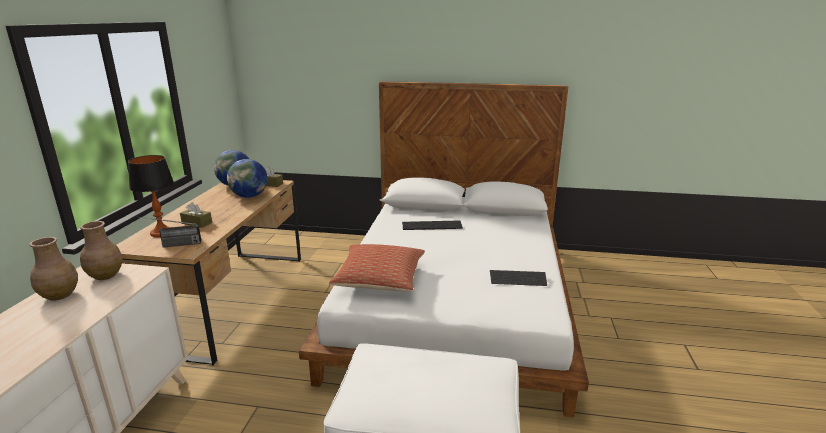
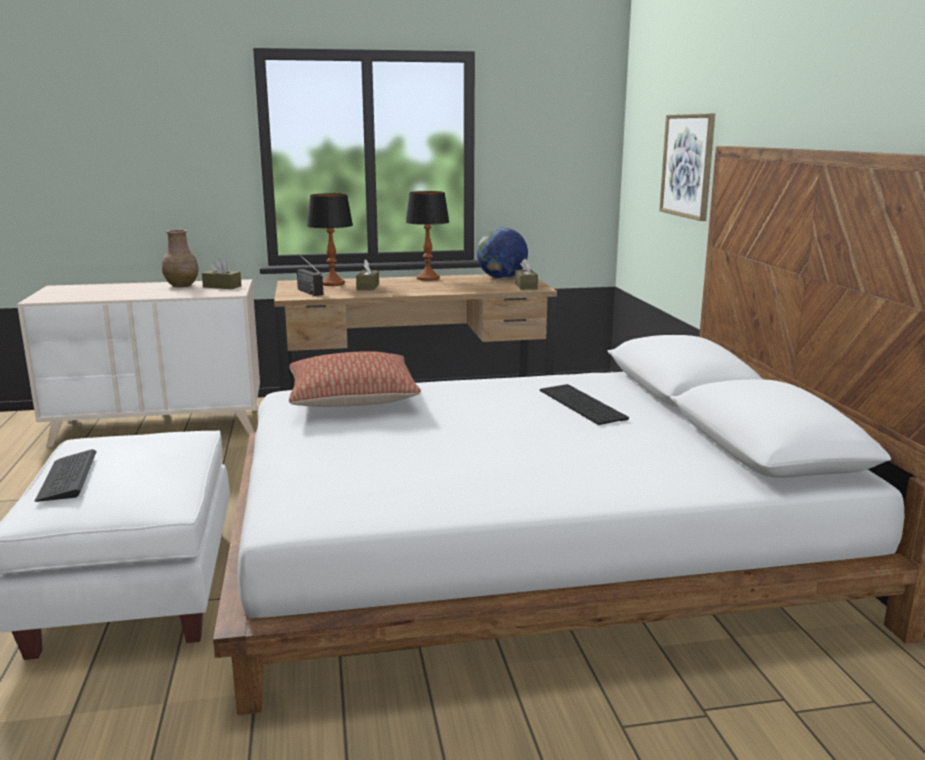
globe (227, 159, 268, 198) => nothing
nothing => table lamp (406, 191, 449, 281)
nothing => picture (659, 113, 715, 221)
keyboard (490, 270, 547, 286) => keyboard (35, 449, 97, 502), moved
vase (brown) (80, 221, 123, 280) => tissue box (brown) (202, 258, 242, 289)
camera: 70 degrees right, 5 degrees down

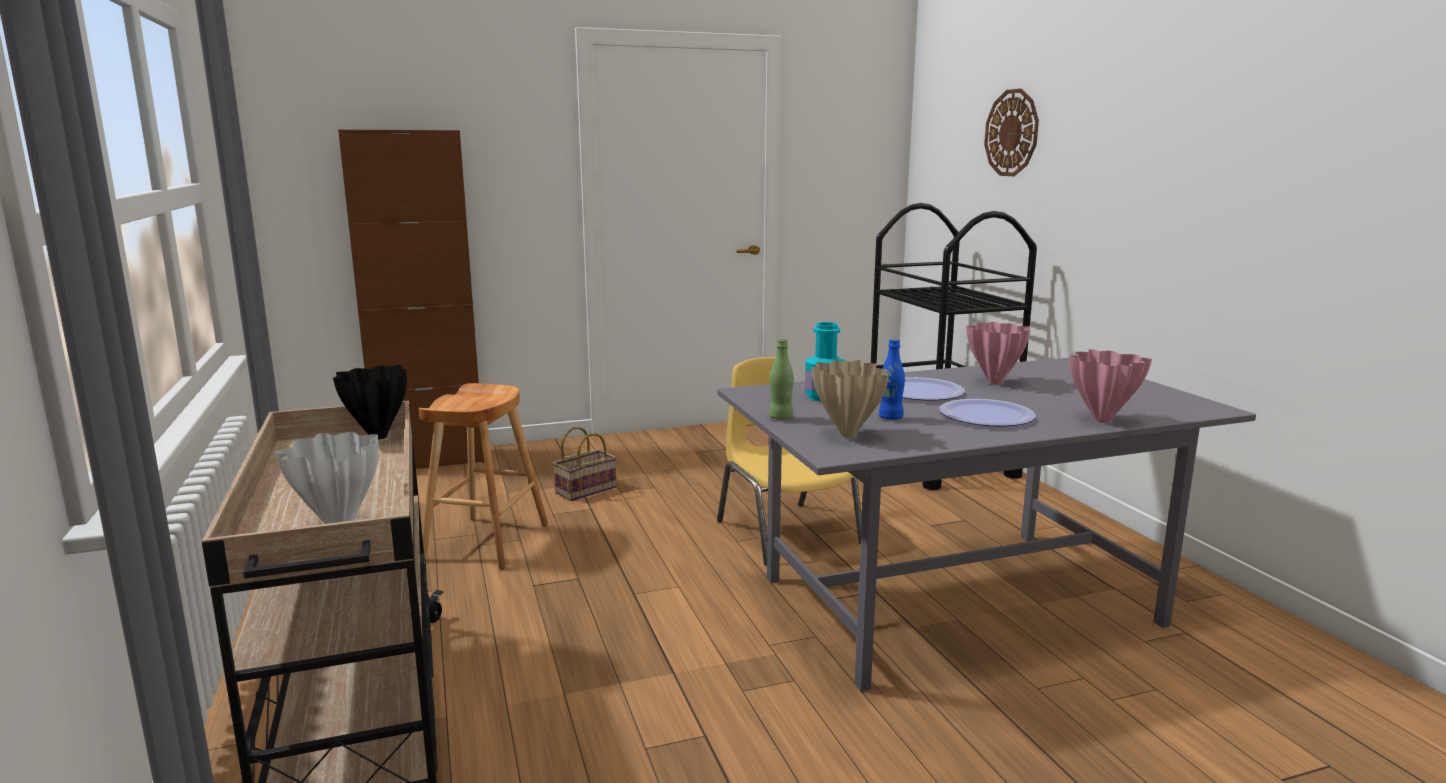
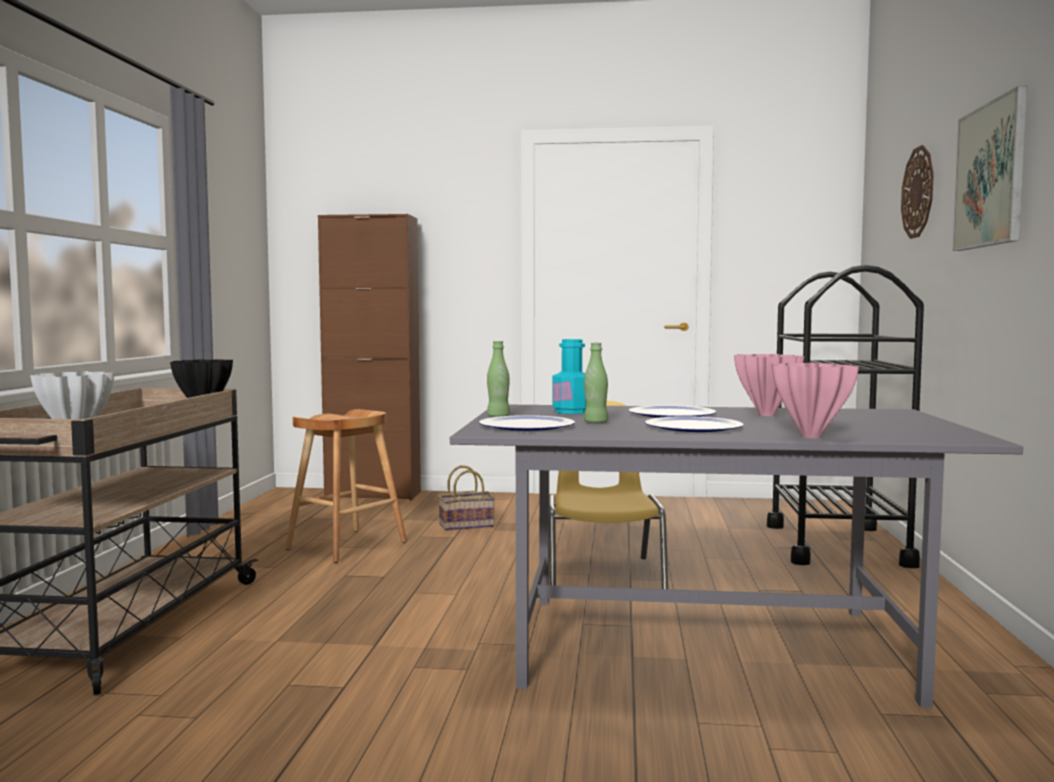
nothing => picture (952, 86, 1027, 251)
vase (beige) (812, 360, 889, 438) => plate (479, 415, 575, 431)
bottle (blue) (879, 338, 905, 420) => bottle (green) (584, 343, 608, 423)
camera: 25 degrees right, 10 degrees down

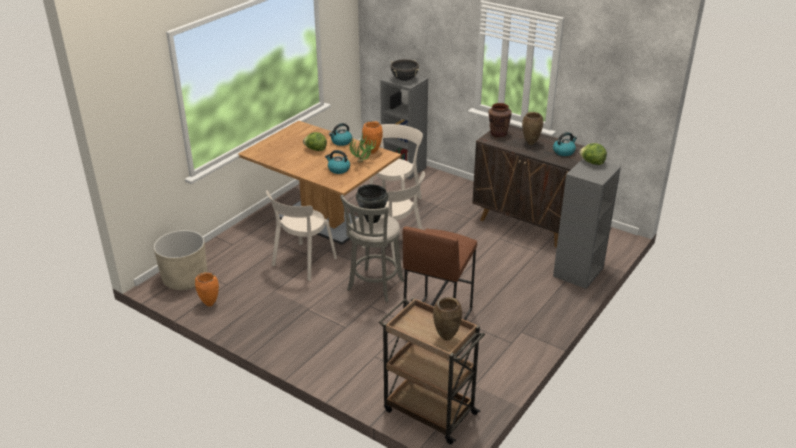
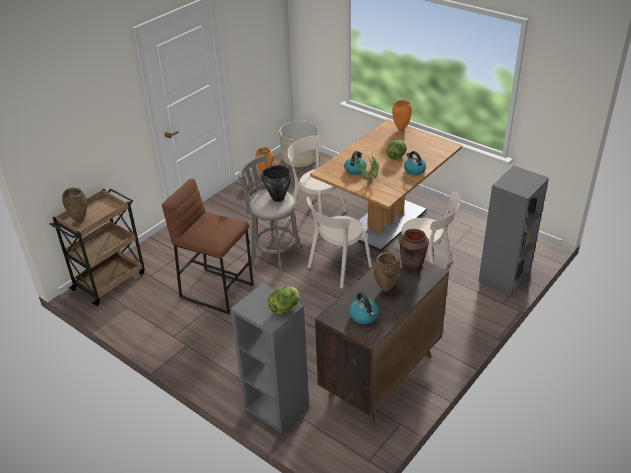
cooking pot (black) (391, 59, 419, 81) => nothing
vase (orange) (362, 121, 383, 154) => vase (orange) (392, 100, 412, 131), moved
camera: 95 degrees right, 5 degrees up

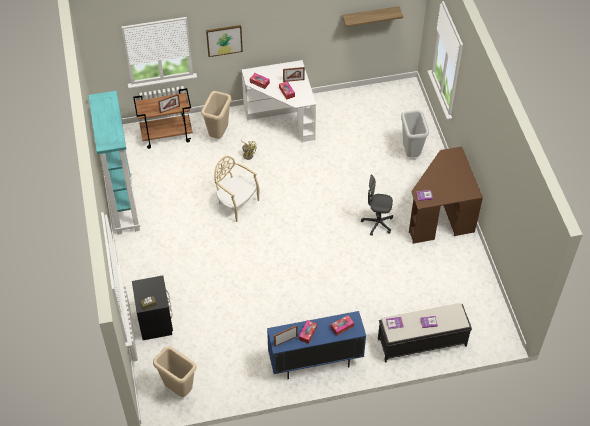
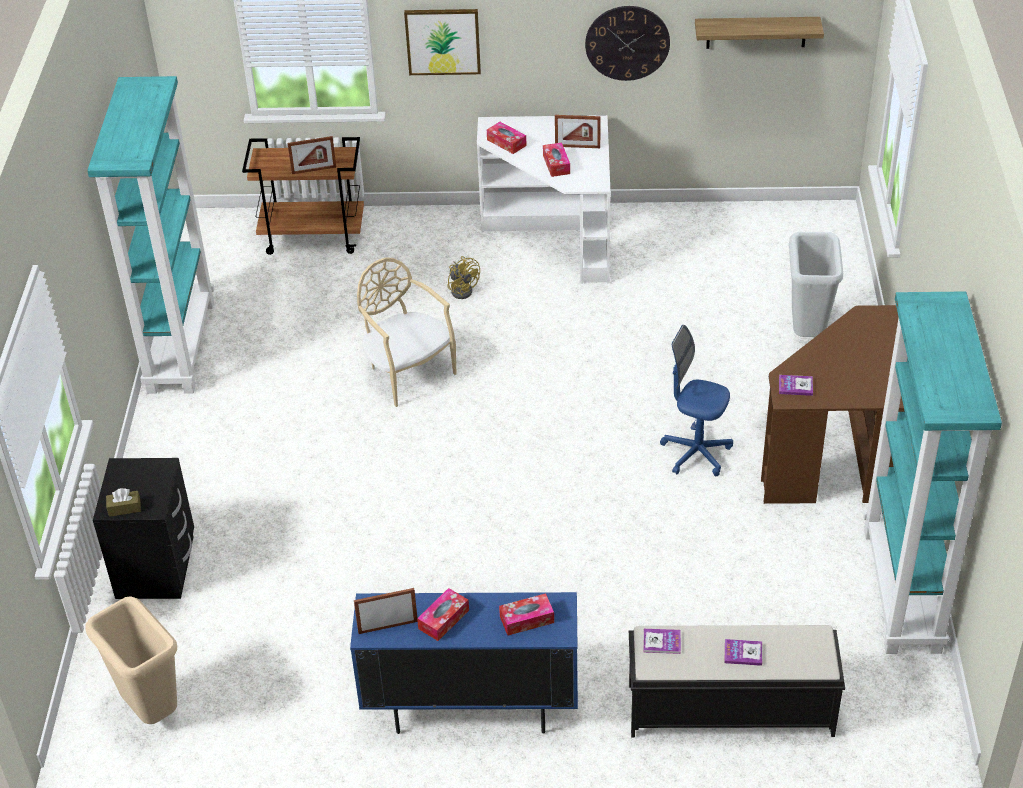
trash can (beige) (201, 91, 232, 139) => nothing
nothing => wall clock (585, 6, 670, 81)
nothing => bookcase (turquoise) (863, 291, 1002, 654)
office chair (grey) (361, 175, 393, 236) => office chair (blue) (660, 325, 733, 476)
camera: 15 degrees right, 10 degrees down

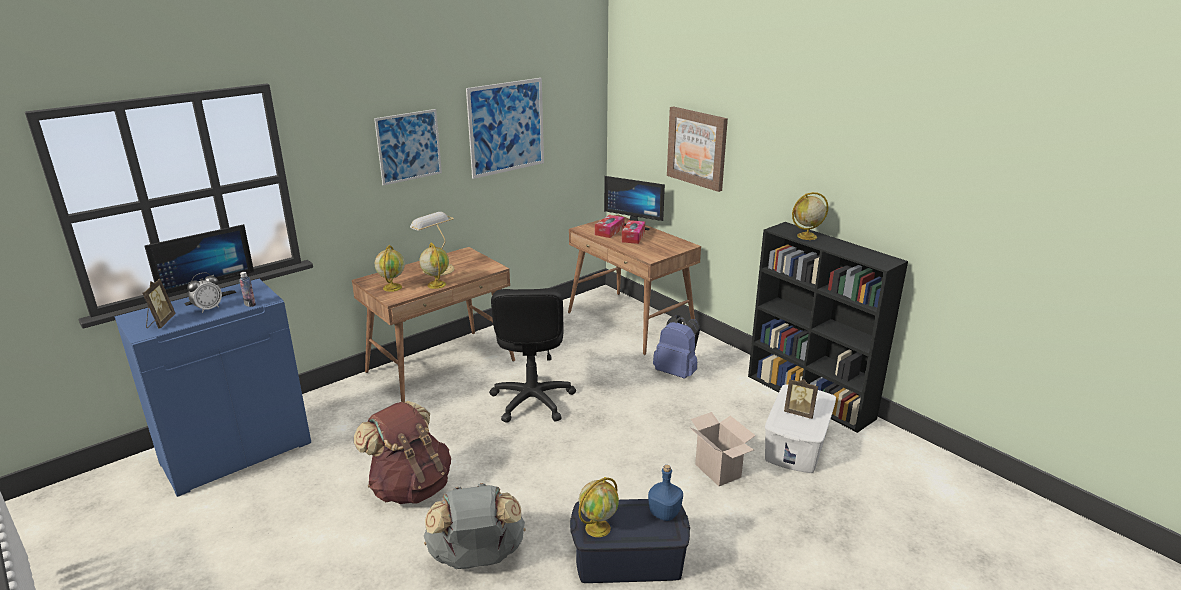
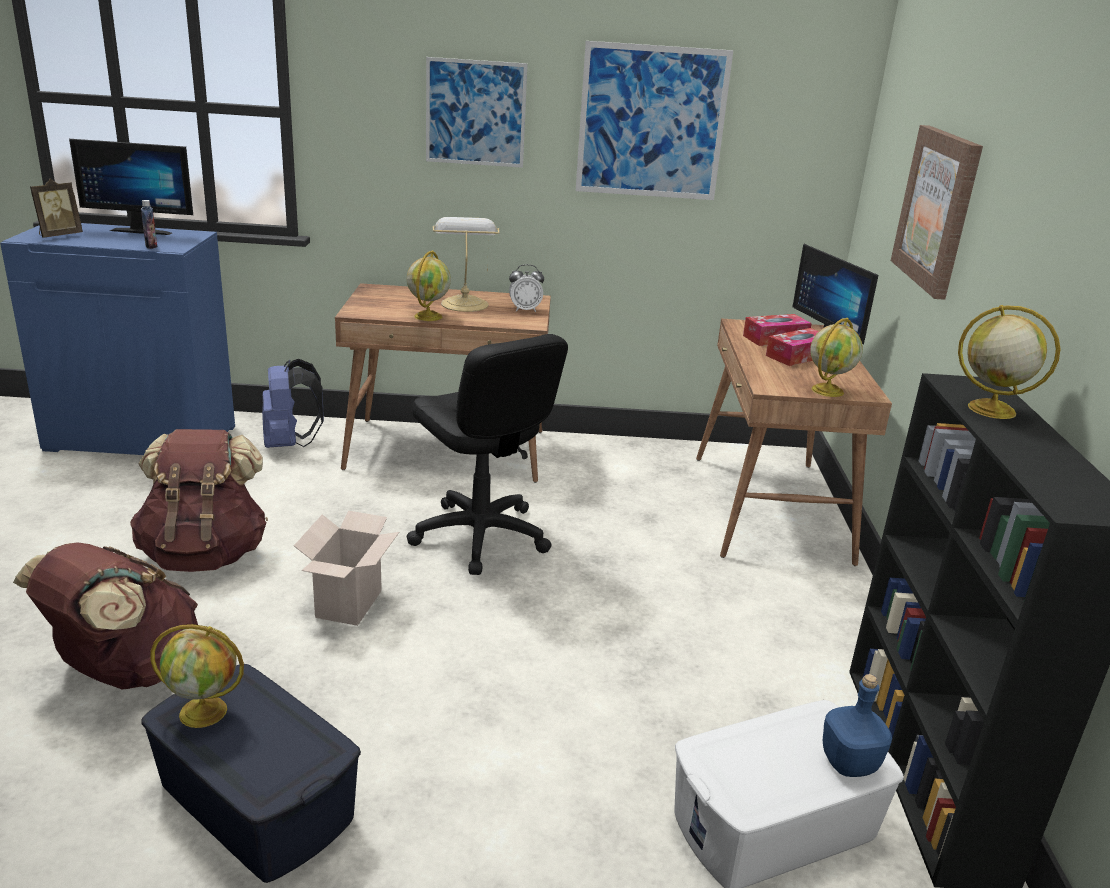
picture frame (784, 379, 818, 419) => nothing
alarm clock (187, 272, 222, 313) => alarm clock (509, 264, 544, 312), moved
globe (375, 245, 405, 292) => globe (810, 318, 863, 397), moved
bottle (blue) (648, 465, 683, 521) => bottle (blue) (823, 674, 892, 777), moved
backpack (blue) (653, 315, 700, 379) => backpack (blue) (262, 359, 324, 448), moved
cardboard box (689, 412, 756, 486) => cardboard box (294, 511, 399, 626), moved
backpack (grey) (424, 483, 526, 569) => backpack (brown) (13, 542, 198, 689)
office chair (black) (489, 288, 576, 423) => office chair (black) (407, 334, 568, 575), 75 degrees counterclockwise
camera: 40 degrees right, 0 degrees up

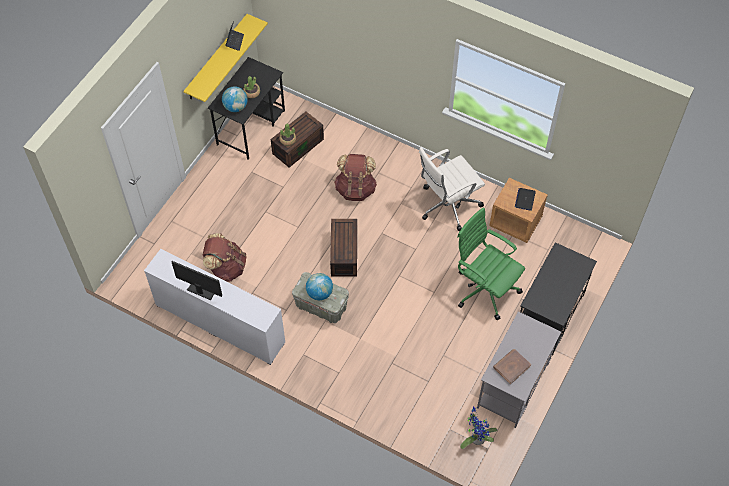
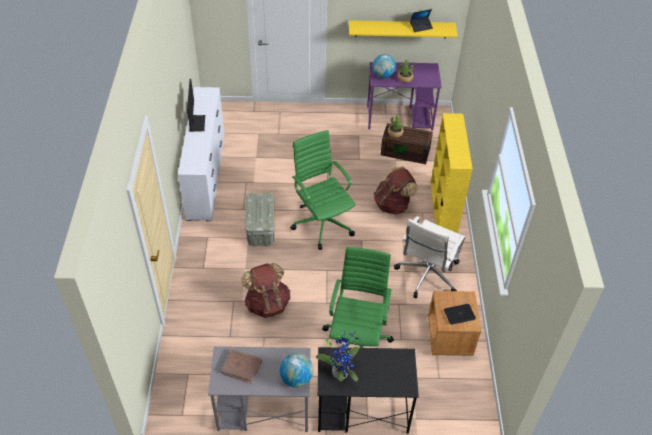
nothing => bookcase (yellow) (431, 113, 473, 233)
backpack (brown) (203, 233, 246, 282) => backpack (brown) (241, 263, 290, 318), moved
globe (306, 273, 333, 300) => globe (280, 353, 313, 387), moved
potted plant (460, 407, 498, 449) => potted plant (316, 332, 360, 381), moved
storage box (brown) (330, 219, 357, 277) => office chair (green) (290, 130, 355, 250)
desk (black) (208, 57, 285, 160) => desk (purple) (367, 62, 442, 130)
office chair (white) (419, 147, 485, 231) => office chair (white) (394, 216, 465, 298), 90 degrees counterclockwise
camera: 60 degrees right, 10 degrees down

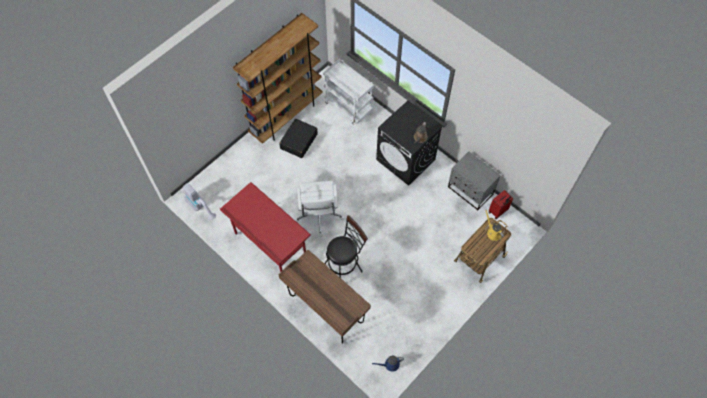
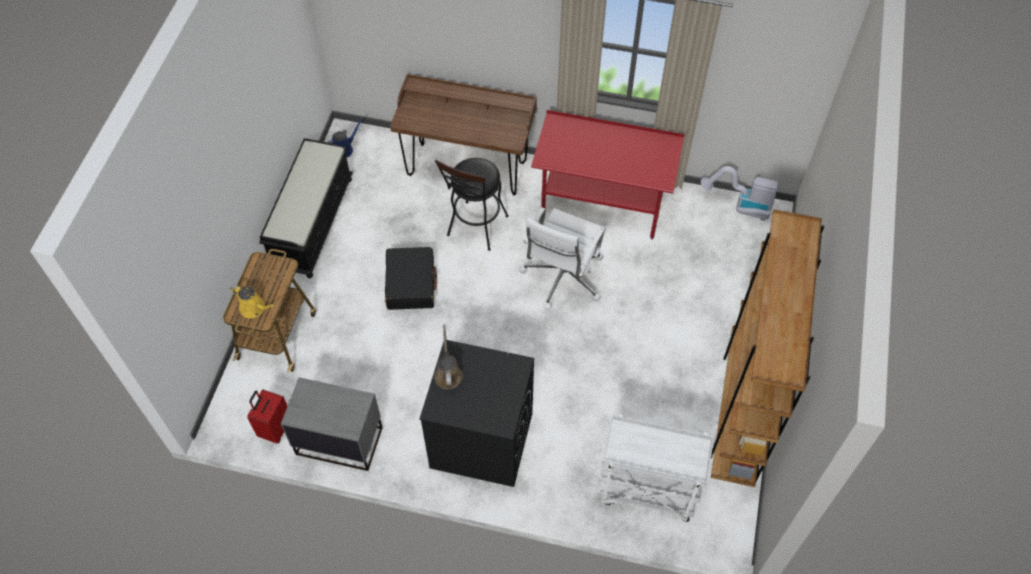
nothing => bench (black) (259, 138, 353, 278)
suitcase (black) (280, 119, 318, 158) => suitcase (black) (385, 247, 437, 310), moved
office chair (white) (295, 181, 345, 237) => office chair (white) (519, 207, 606, 310), 120 degrees counterclockwise
camera: 150 degrees right, 5 degrees down

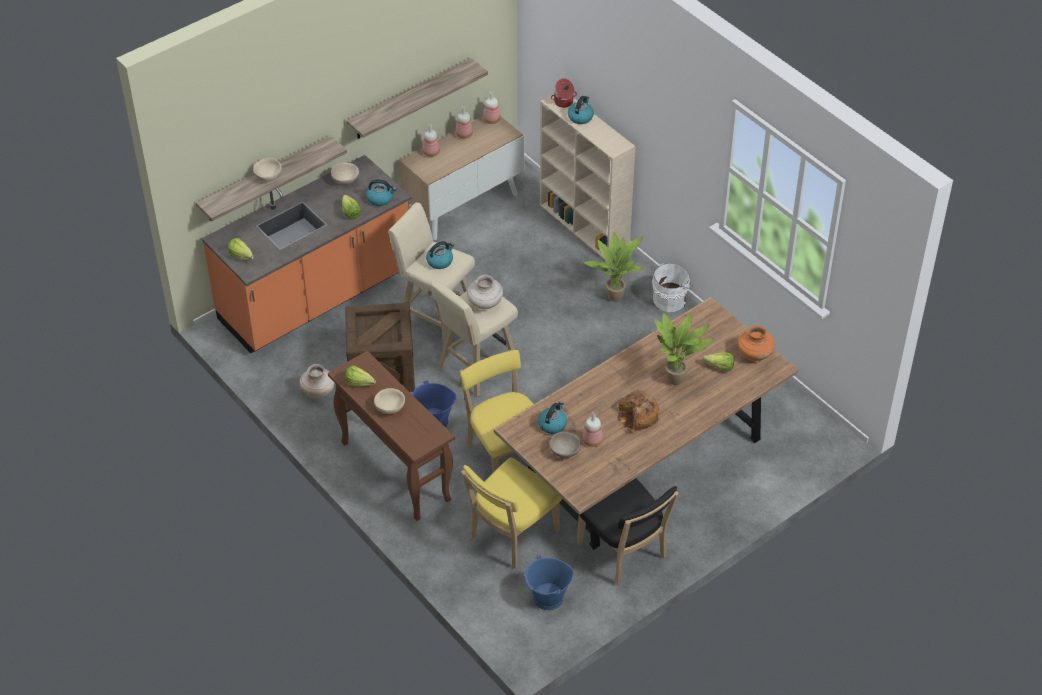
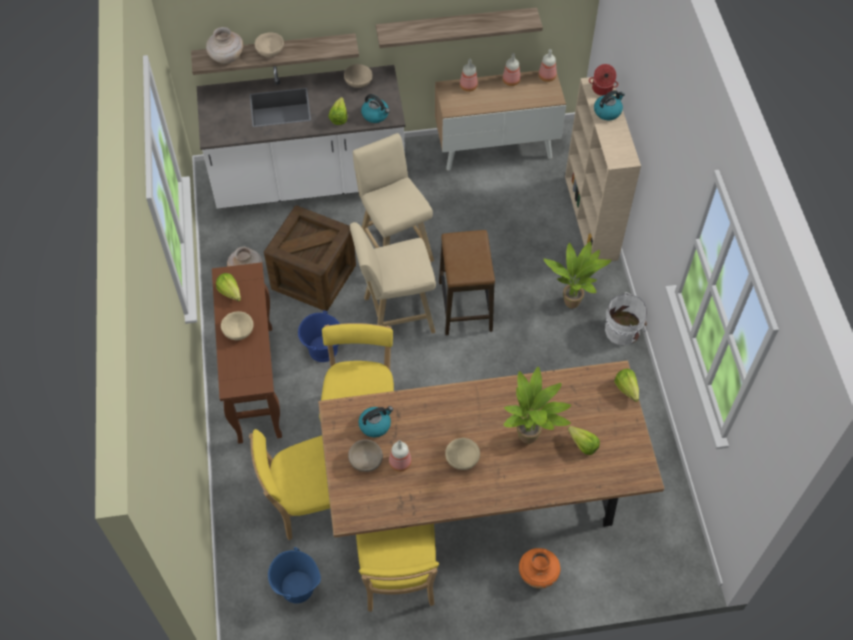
kettle (426, 241, 454, 269) => nothing
nothing => stool (439, 230, 495, 335)
lettuce (228, 238, 254, 260) => lettuce (614, 369, 639, 402), moved
vase (beige) (467, 275, 503, 309) => vase (beige) (206, 27, 243, 63), moved
vase (orange) (738, 325, 775, 361) => vase (orange) (519, 548, 560, 589), moved
bread (617, 390, 660, 432) => bowl (beige) (445, 438, 480, 470)
counter (orange) (201, 155, 412, 353) => counter (white) (197, 65, 405, 209)
chair (black) (577, 478, 679, 586) => chair (yellow) (356, 524, 439, 612)
camera: 30 degrees right, 10 degrees up

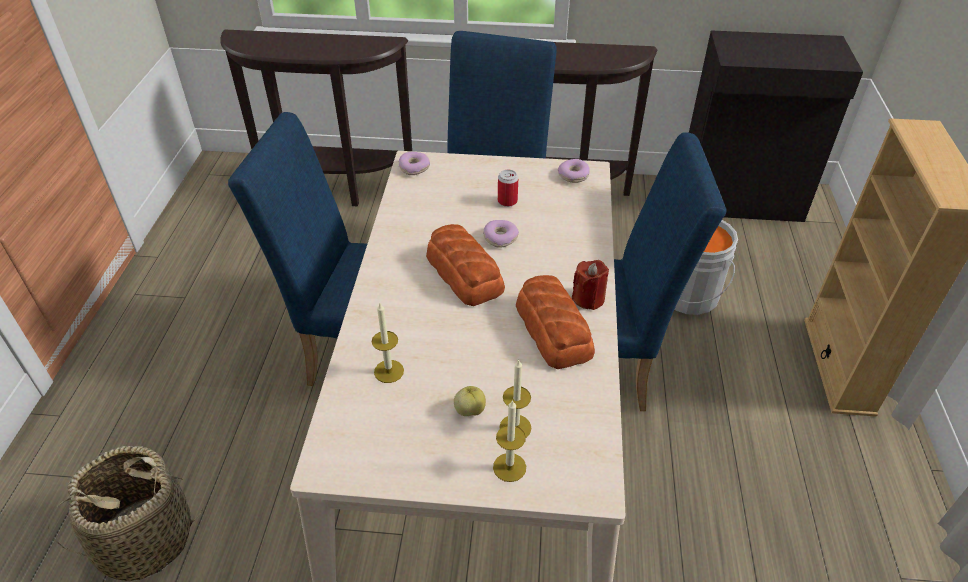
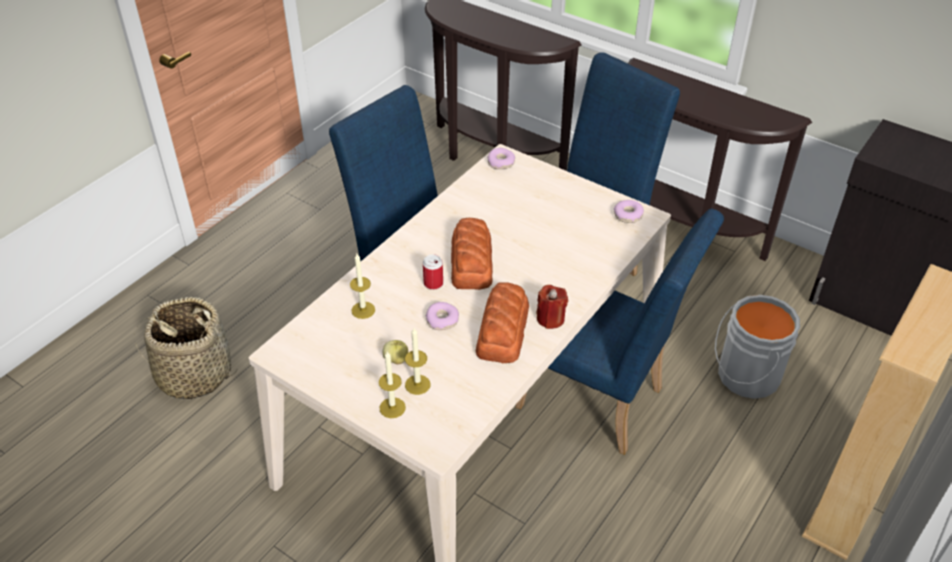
donut (483, 220, 519, 248) => donut (426, 302, 459, 330), moved
can (498, 170, 518, 207) => can (423, 254, 443, 290), moved
camera: 30 degrees right, 0 degrees up

